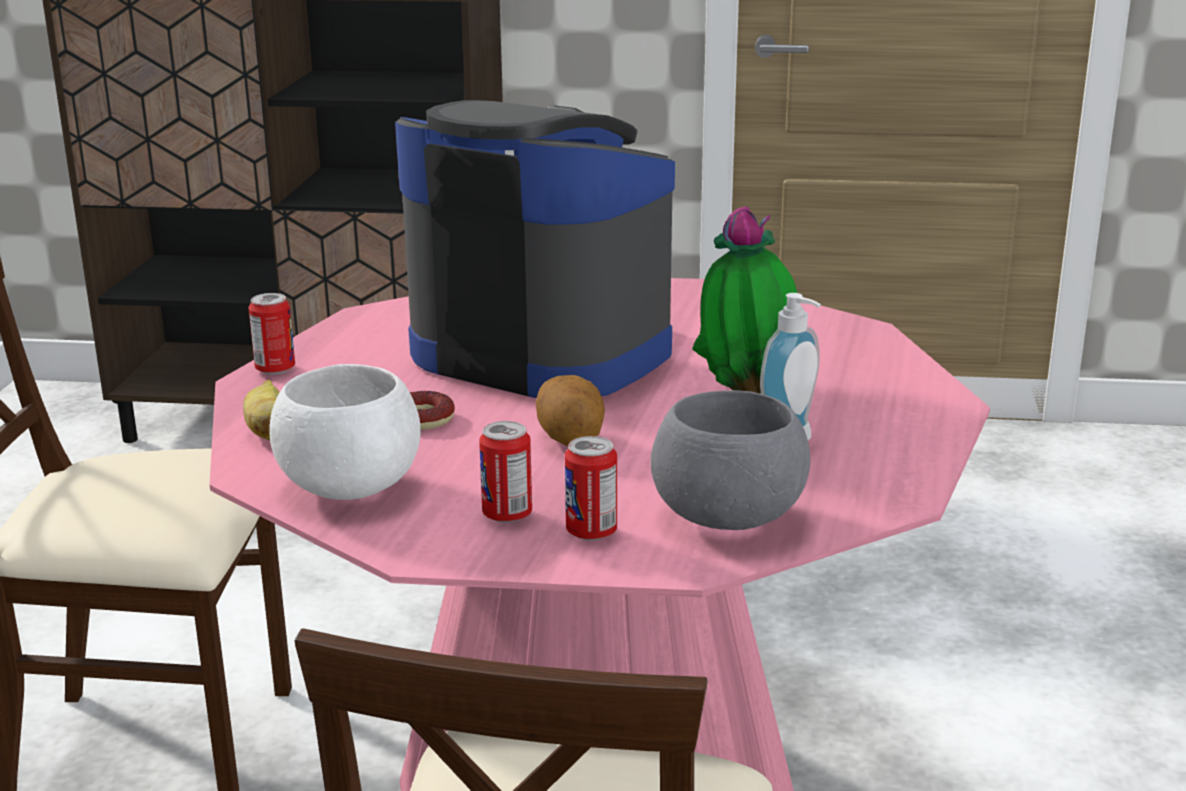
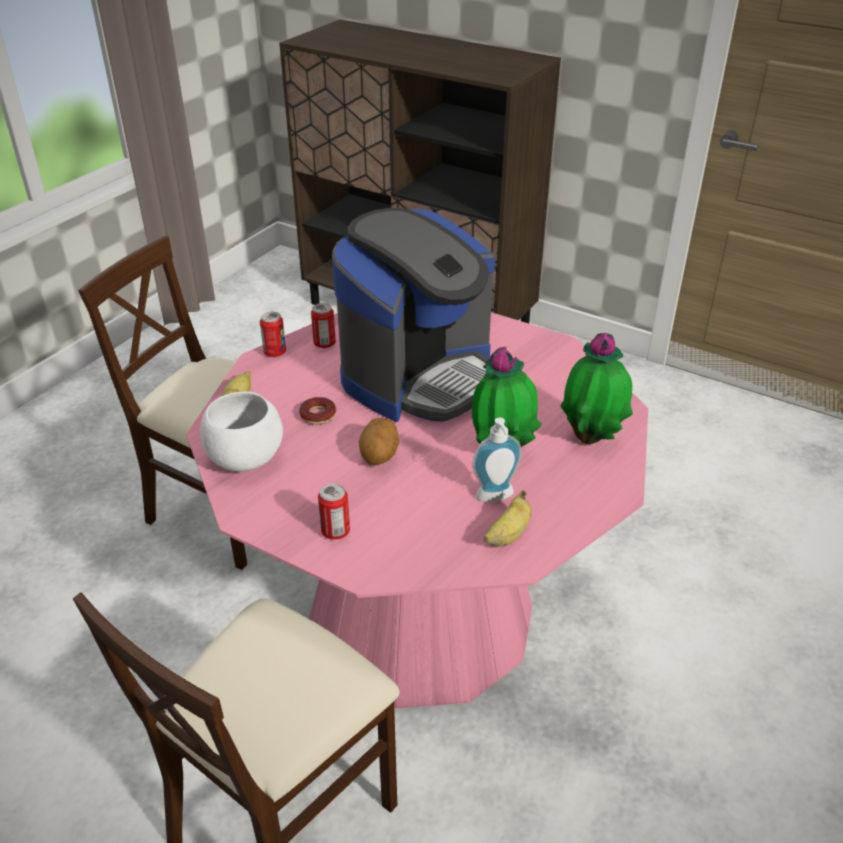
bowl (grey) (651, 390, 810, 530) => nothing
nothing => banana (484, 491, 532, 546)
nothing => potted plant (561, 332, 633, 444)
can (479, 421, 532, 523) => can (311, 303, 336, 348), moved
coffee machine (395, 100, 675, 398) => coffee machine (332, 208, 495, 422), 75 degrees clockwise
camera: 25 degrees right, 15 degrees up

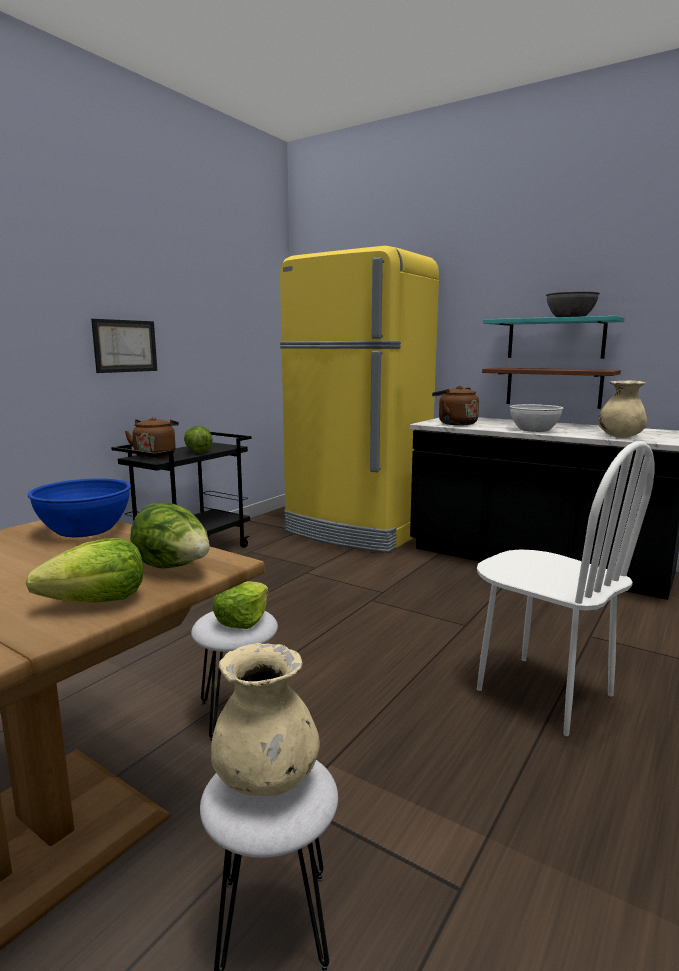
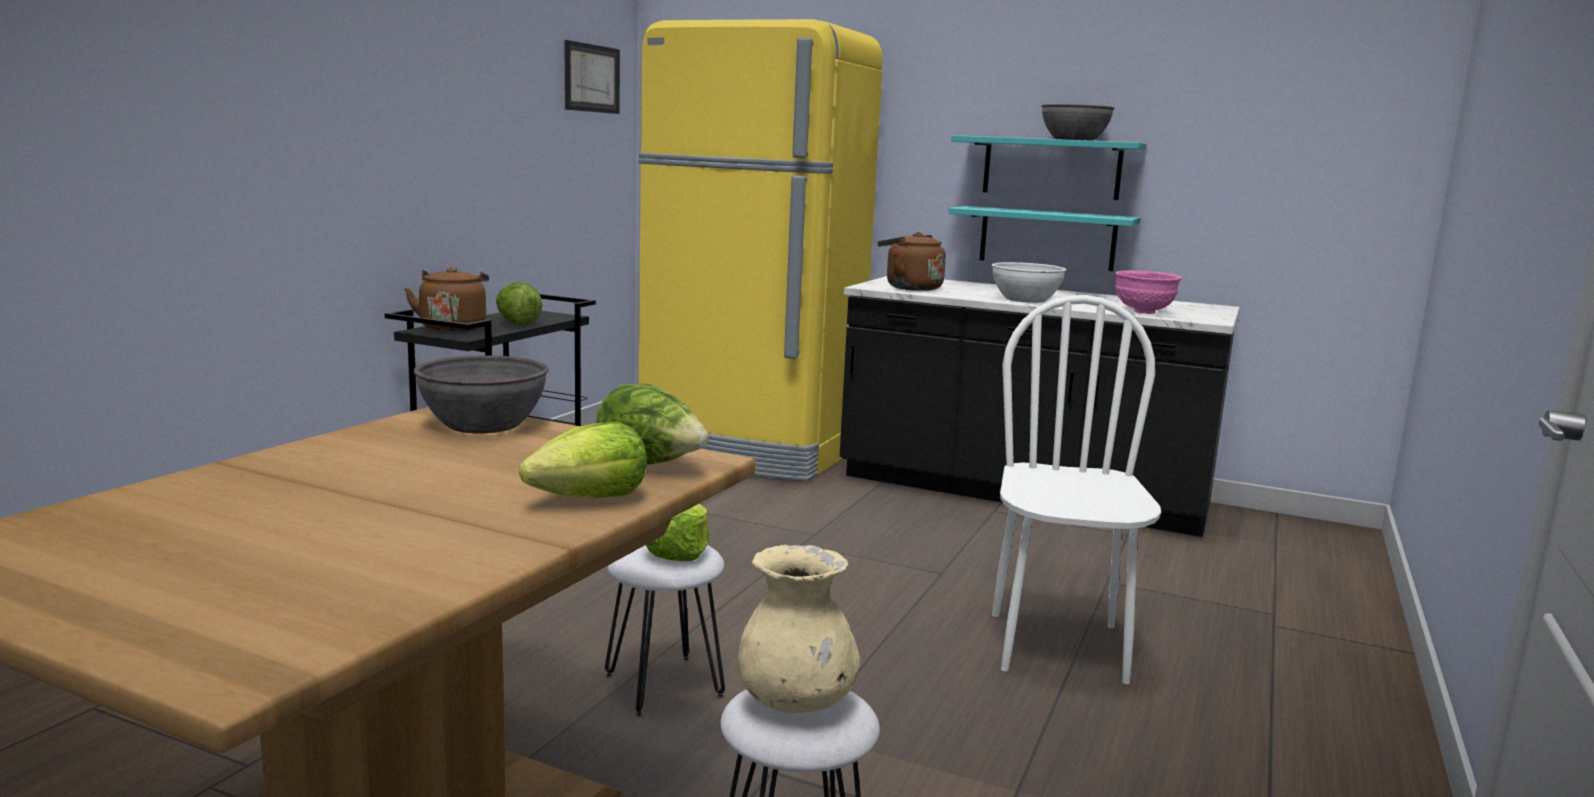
picture (91, 319, 157, 373) => picture (564, 40, 620, 114), moved
vase (beige) (599, 381, 647, 438) => bowl (pink) (1115, 270, 1182, 314)
bowl (blue) (27, 478, 131, 537) => bowl (grey) (414, 355, 549, 433)
shelf (brown) (482, 368, 621, 409) => shelf (turquoise) (948, 206, 1141, 271)
chair (white) (477, 441, 654, 736) => chair (white) (992, 295, 1161, 684), 120 degrees counterclockwise
camera: 10 degrees left, 0 degrees up

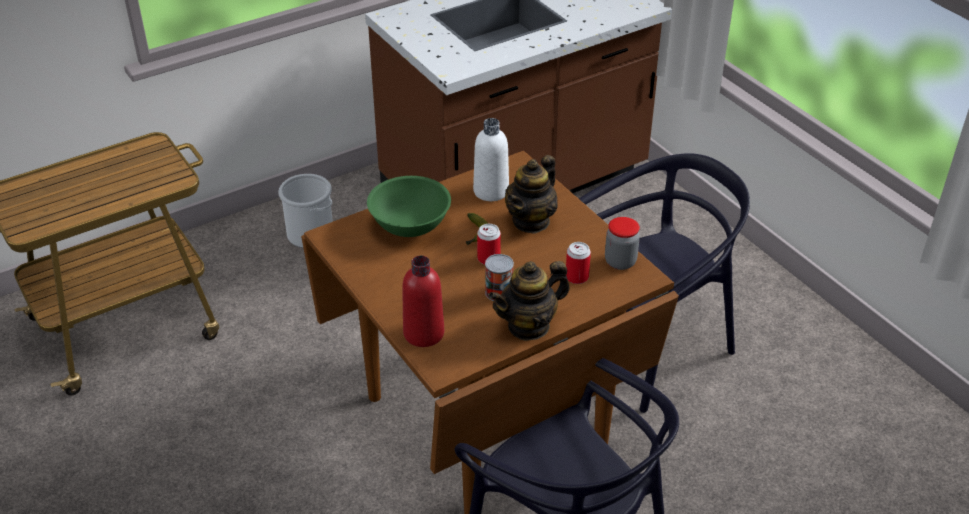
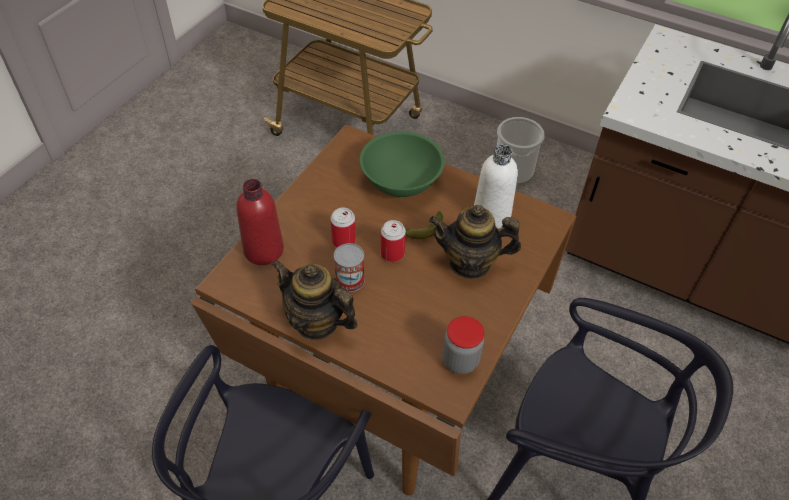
can (566, 242, 591, 284) => can (331, 208, 356, 248), moved
camera: 60 degrees right, 10 degrees up

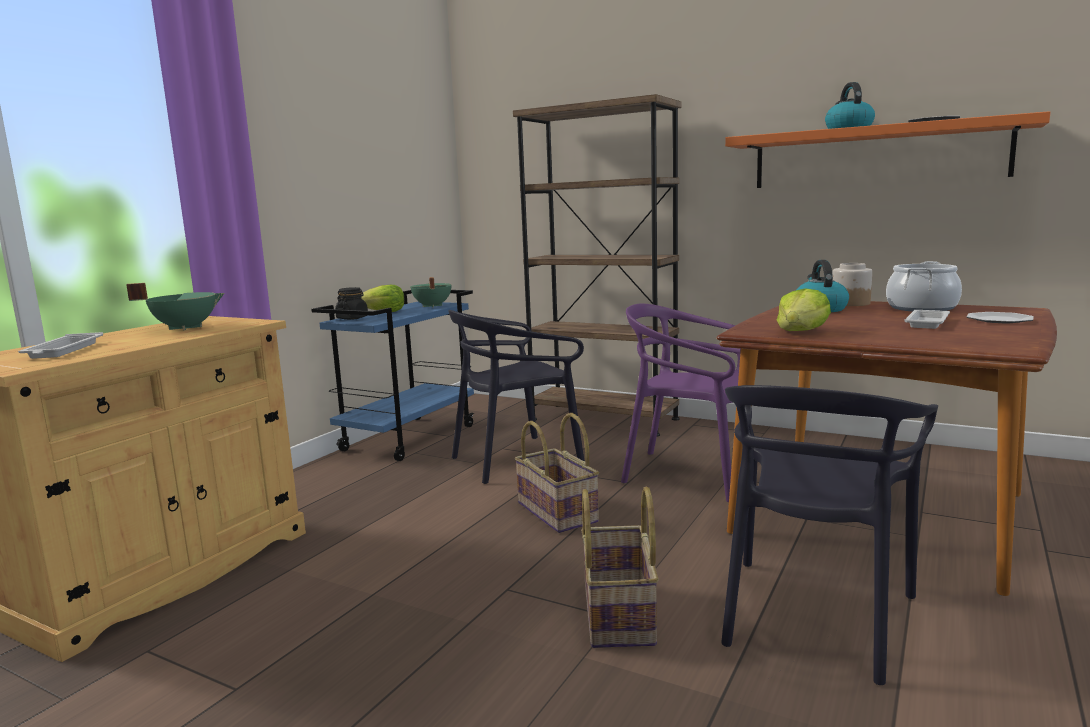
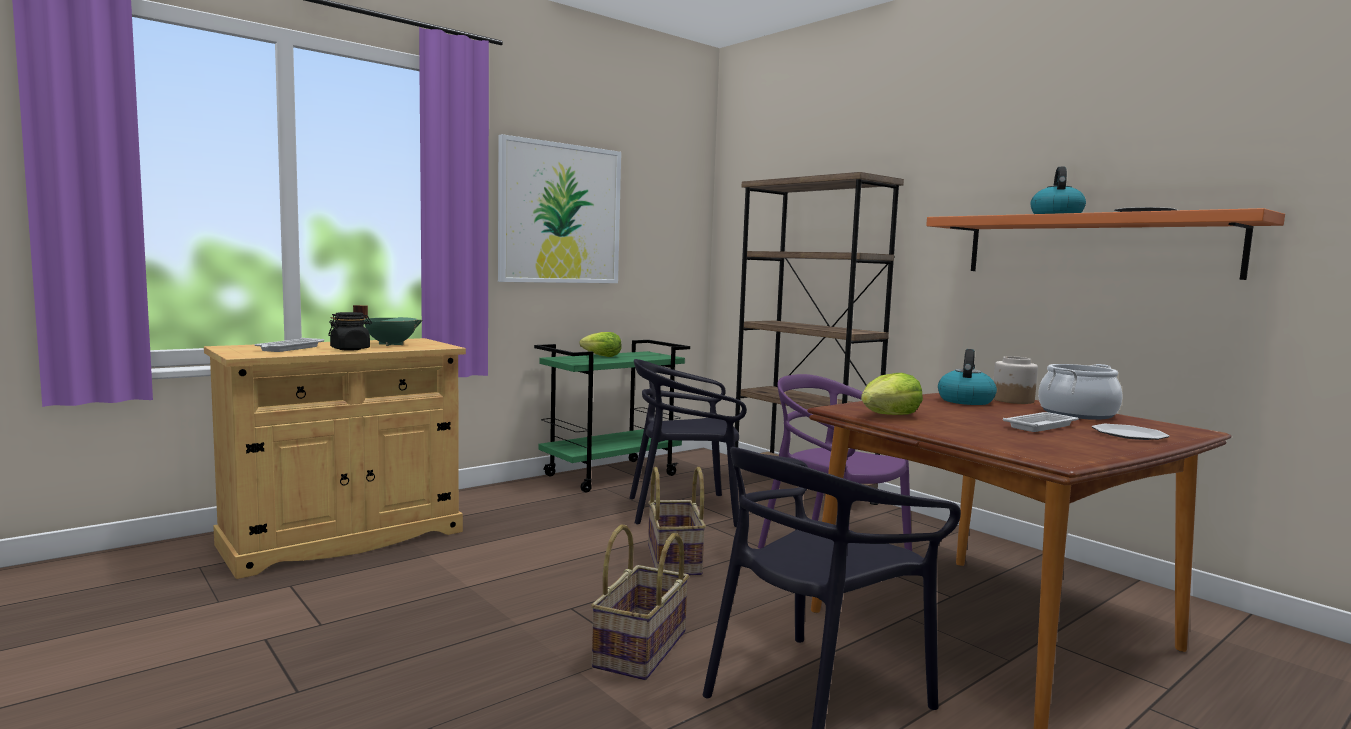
cooking pot (green) (410, 277, 452, 308) => nothing
nothing => picture (498, 134, 621, 283)
jar (black) (335, 287, 368, 320) => jar (black) (328, 312, 372, 351), moved
cart (blue) (311, 290, 474, 461) => cart (green) (534, 340, 690, 493)
camera: 20 degrees right, 5 degrees down

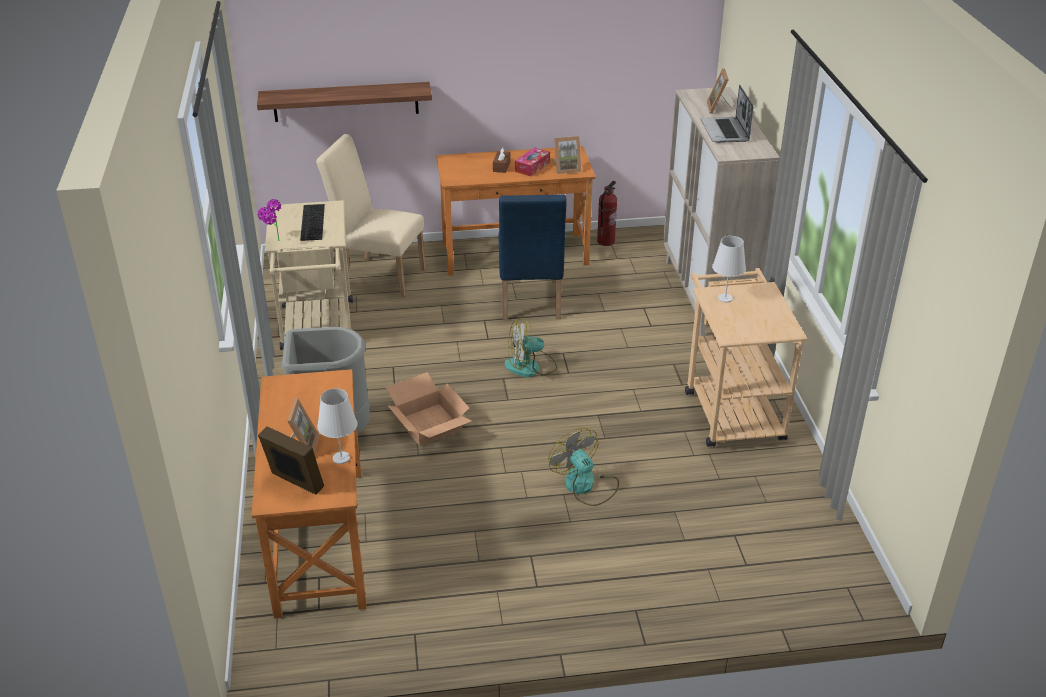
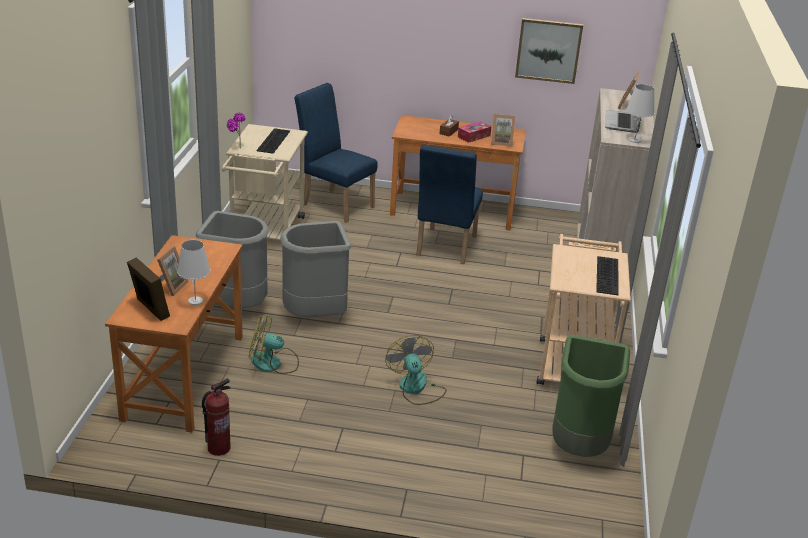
shelf (257, 82, 432, 122) => nothing
nothing => picture (515, 18, 583, 84)
nothing => trash can (green) (552, 335, 630, 457)
nothing => keyboard (596, 256, 619, 295)
fan (504, 318, 557, 377) => fan (249, 314, 299, 374), moved
fire extinguisher (597, 181, 617, 246) => fire extinguisher (202, 378, 231, 456), moved
table lamp (white) (712, 236, 746, 303) => table lamp (white) (626, 84, 655, 143), moved
cardboard box (386, 372, 472, 446) => trash can (grey) (280, 221, 352, 318)
chair (beige) (316, 134, 426, 297) => chair (blue) (294, 83, 378, 223)
camera: 15 degrees right, 5 degrees down

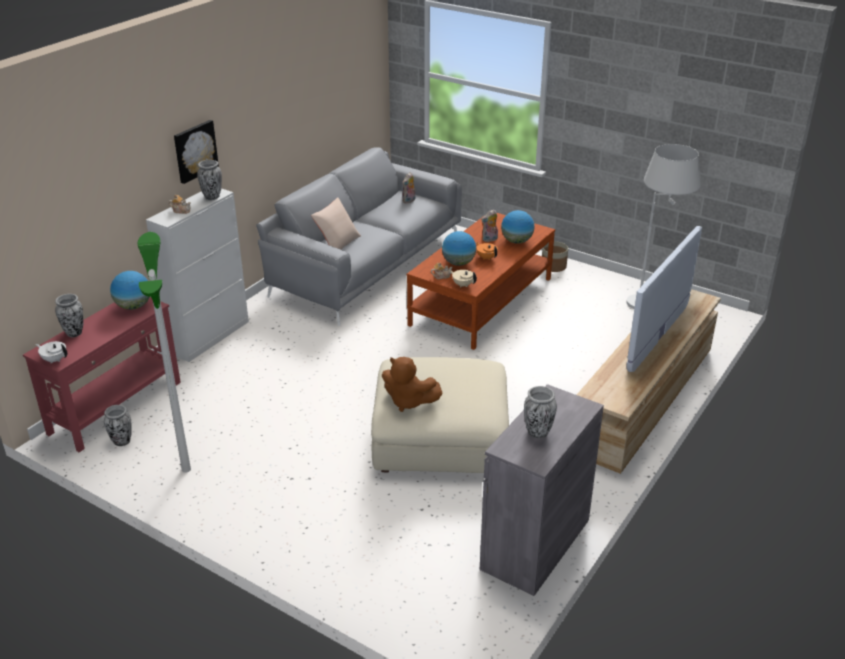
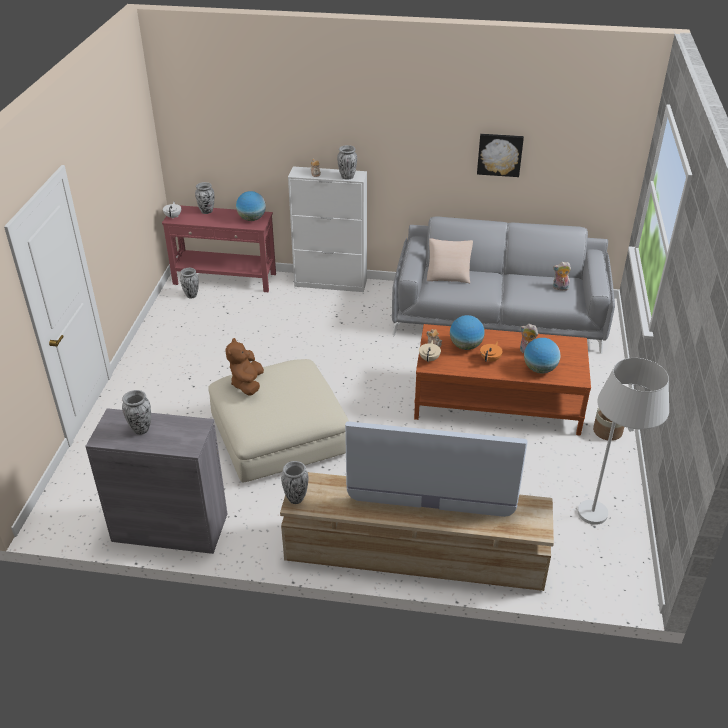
floor lamp (137, 232, 191, 473) => nothing
nothing => vase (281, 461, 309, 504)
picture (174, 120, 219, 184) => picture (477, 134, 524, 177), moved
camera: 65 degrees right, 5 degrees up

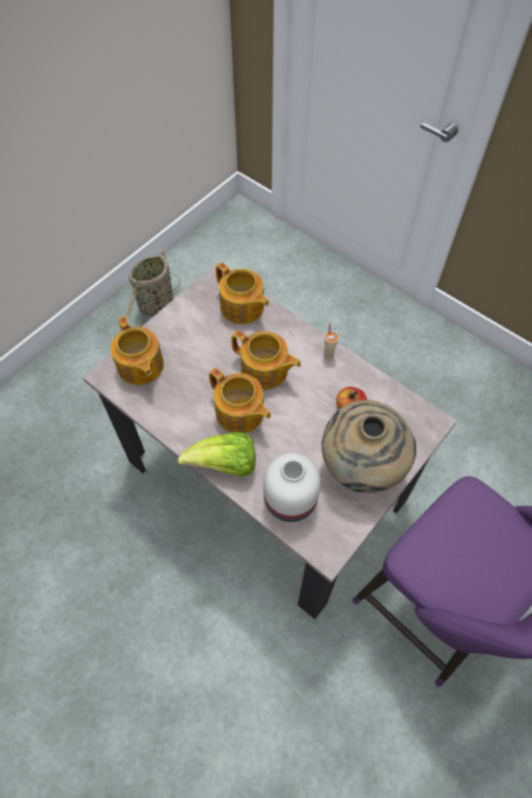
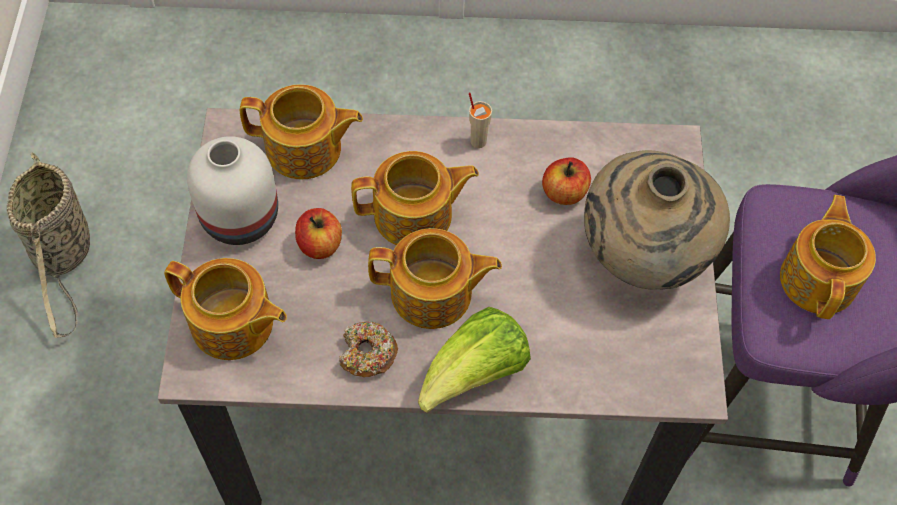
nothing => apple (295, 208, 342, 259)
nothing => donut (339, 321, 398, 377)
nothing => teapot (780, 195, 876, 319)
vase (white) (263, 453, 321, 522) => vase (white) (187, 136, 278, 245), moved
camera: 40 degrees left, 0 degrees up

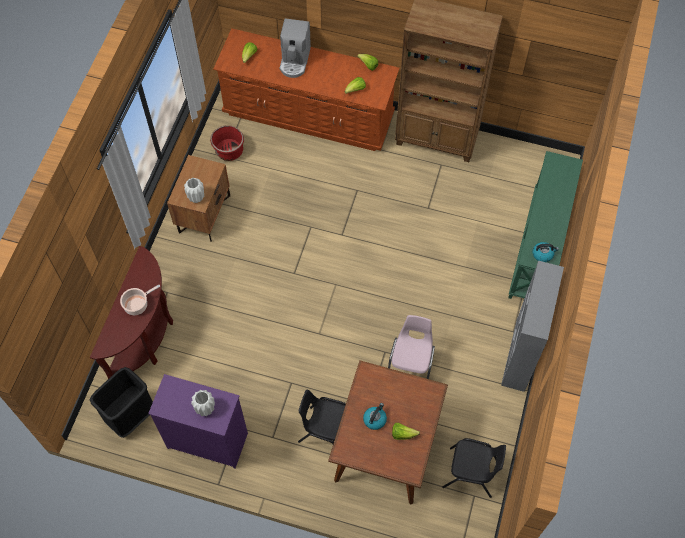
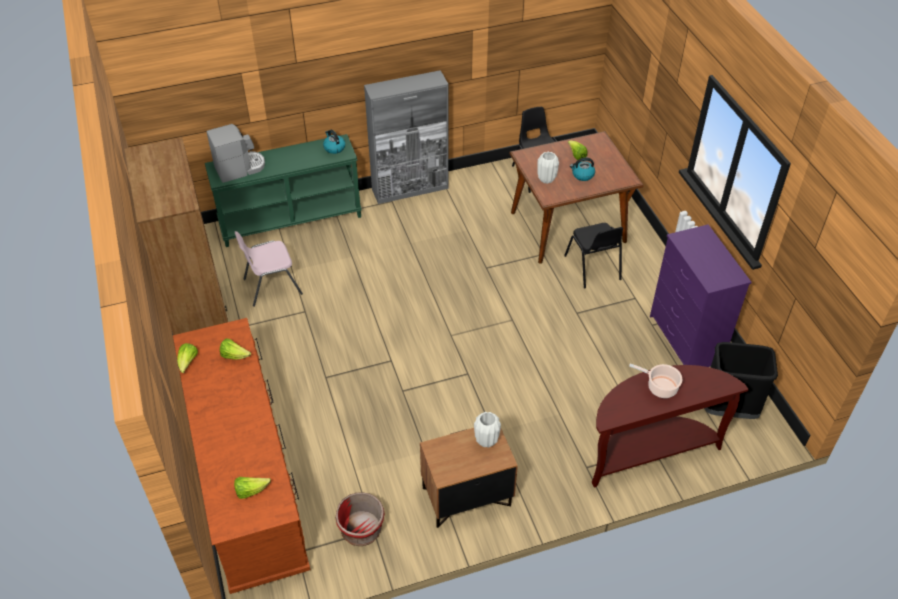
vase (white) (191, 390, 215, 416) => vase (white) (537, 152, 559, 184), moved
coffee machine (280, 18, 311, 78) => coffee machine (207, 124, 265, 183), moved
chair (pink) (388, 315, 435, 379) => chair (pink) (235, 231, 303, 307), moved
camera: 125 degrees left, 15 degrees down

